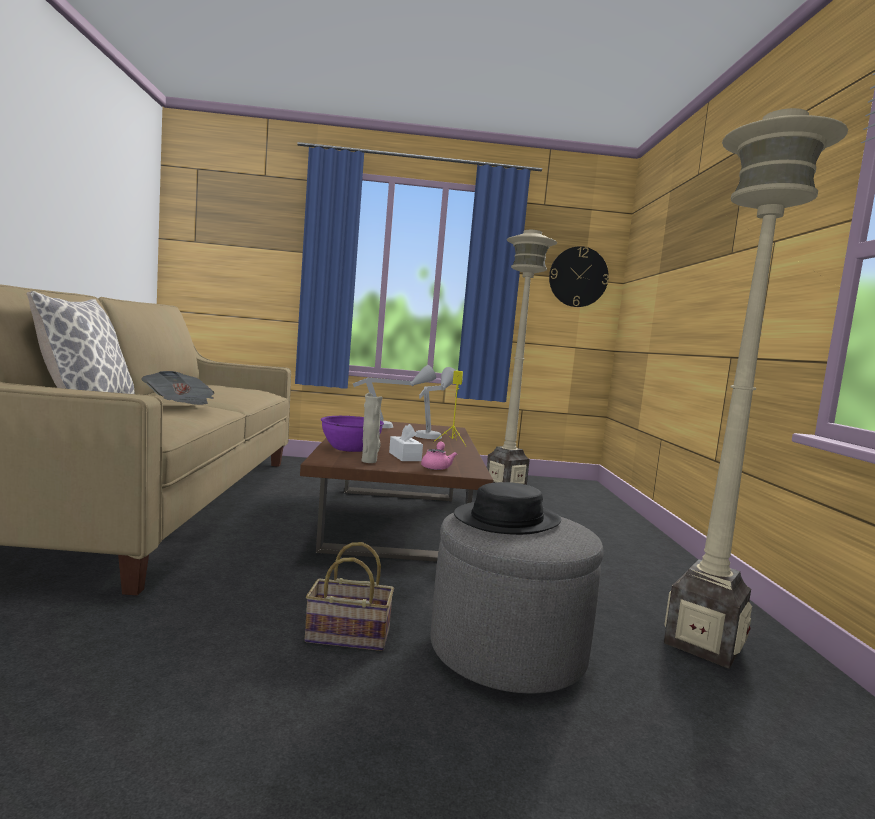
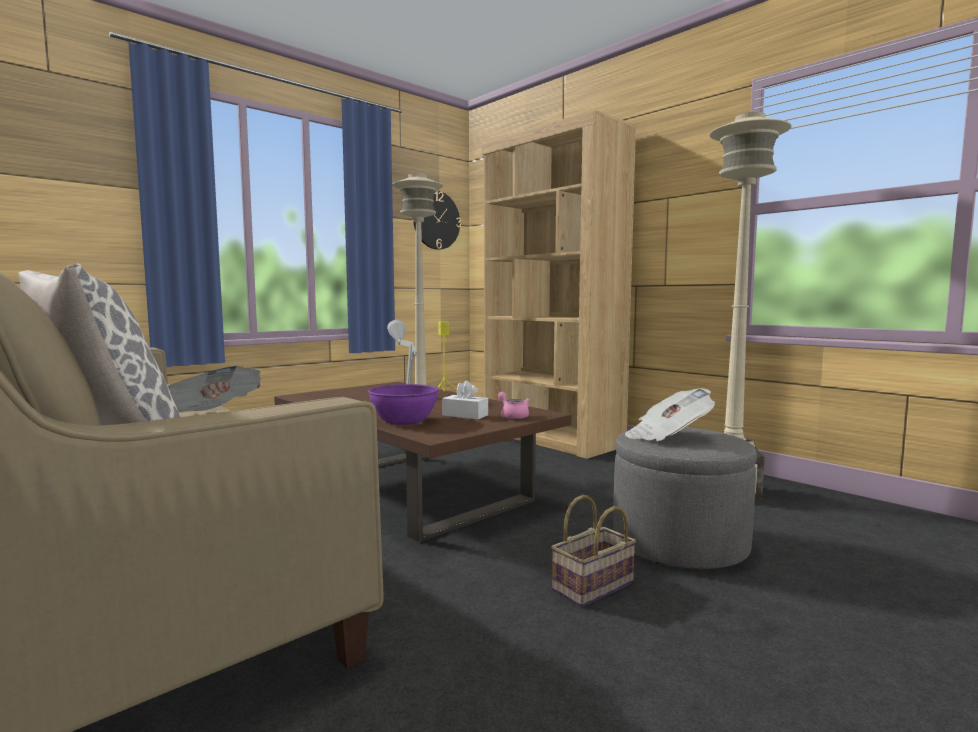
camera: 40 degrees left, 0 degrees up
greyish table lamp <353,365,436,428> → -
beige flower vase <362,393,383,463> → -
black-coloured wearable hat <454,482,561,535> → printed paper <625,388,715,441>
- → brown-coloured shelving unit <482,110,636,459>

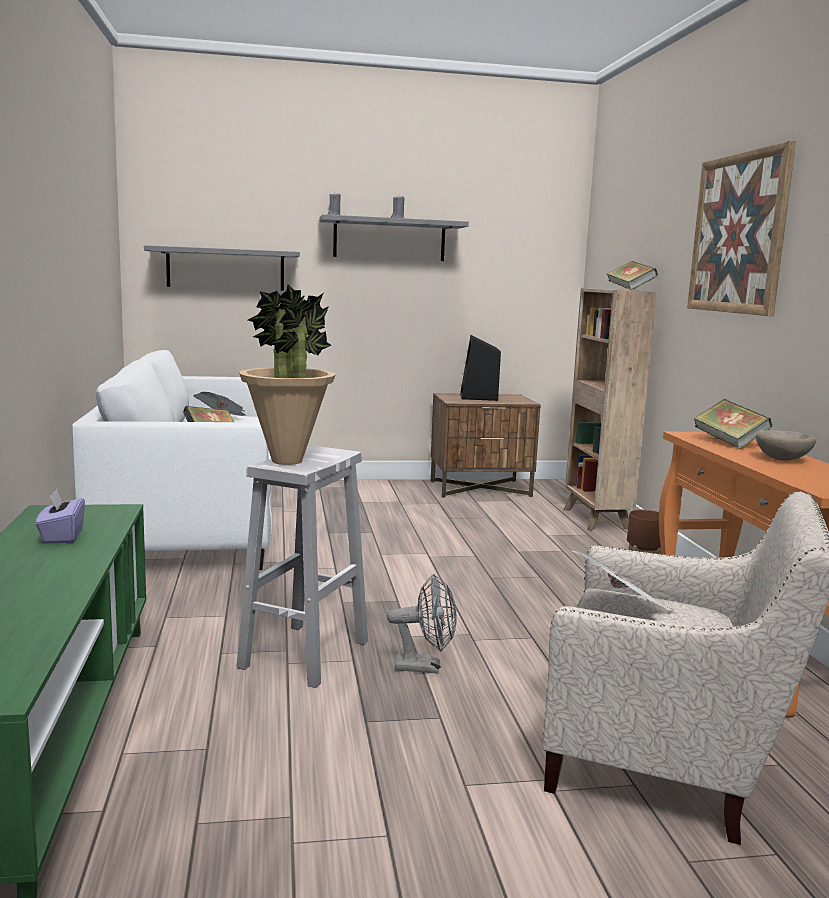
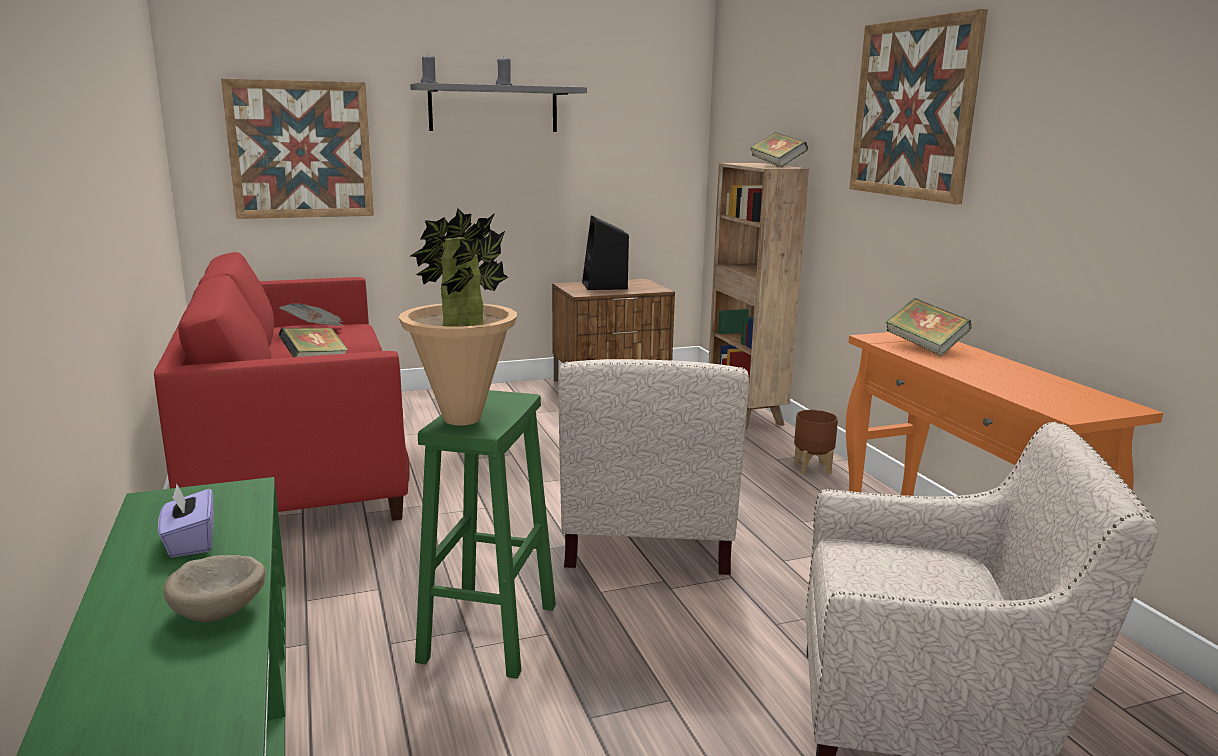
camera: 10 degrees left, 5 degrees up
white settee <72,350,273,570> → red settee <154,252,410,521>
greyish wall shelf <144,245,300,291> → picture <221,79,374,219>
white sitting stool <236,445,368,688> → green-coloured sitting stool <415,390,556,679>
greyish cooling fan <387,574,457,674> → -
printed paper <570,550,677,610> → -
beige serving bowl <756,430,816,461> → beige serving bowl <163,555,266,622>, move
- → beige easy chair <558,359,749,575>

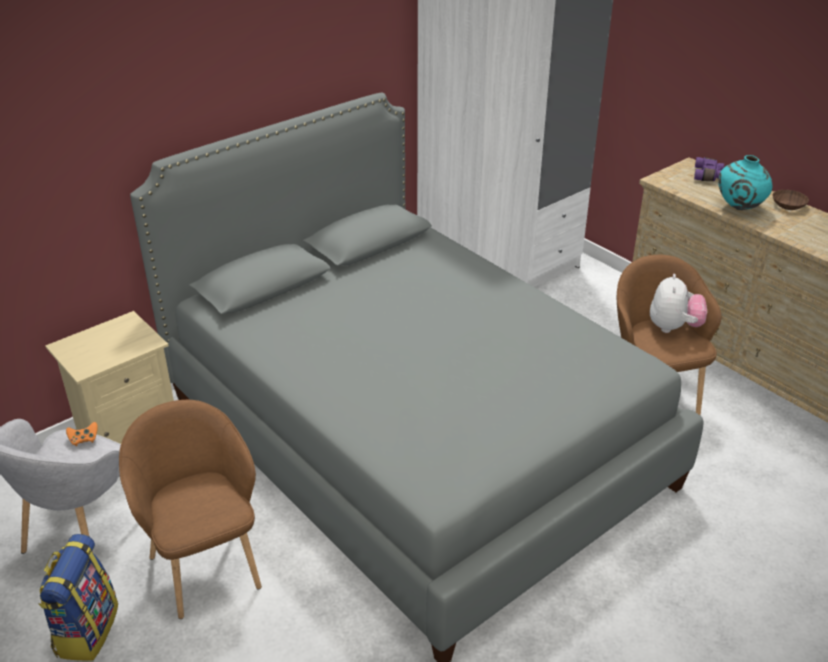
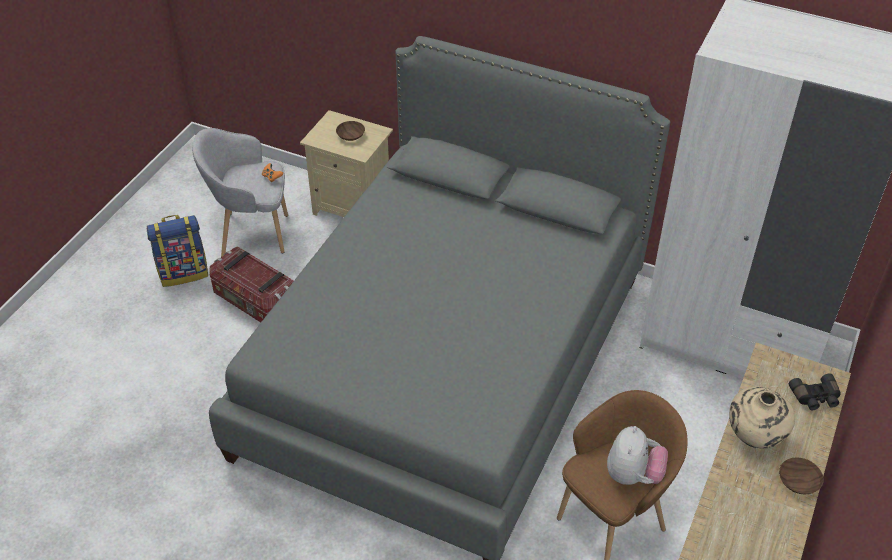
camera: 65 degrees right, 10 degrees up
brown-coloured easy chair <119,400,262,619> → storage container <209,246,294,322>
soft toy <650,274,707,333> → soft toy <607,426,668,485>, 60 degrees counterclockwise
purple pair of binoculars <694,157,724,181> → black-coloured pair of binoculars <789,373,841,410>
blue-green flower vase <718,155,772,210> → beige flower vase <729,386,795,449>
- → brown-coloured serving bowl <336,121,365,141>

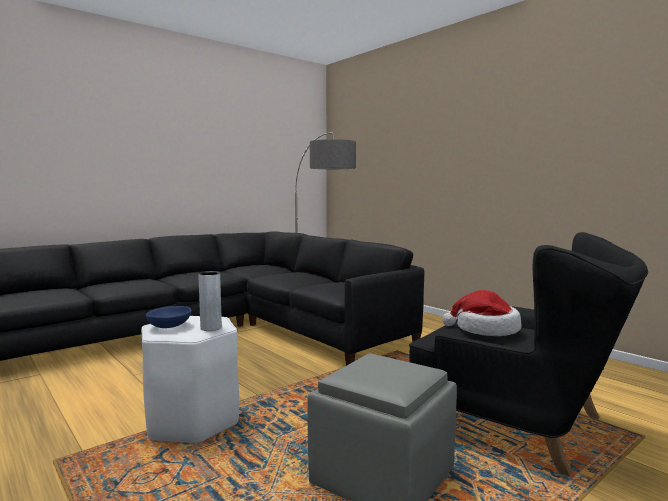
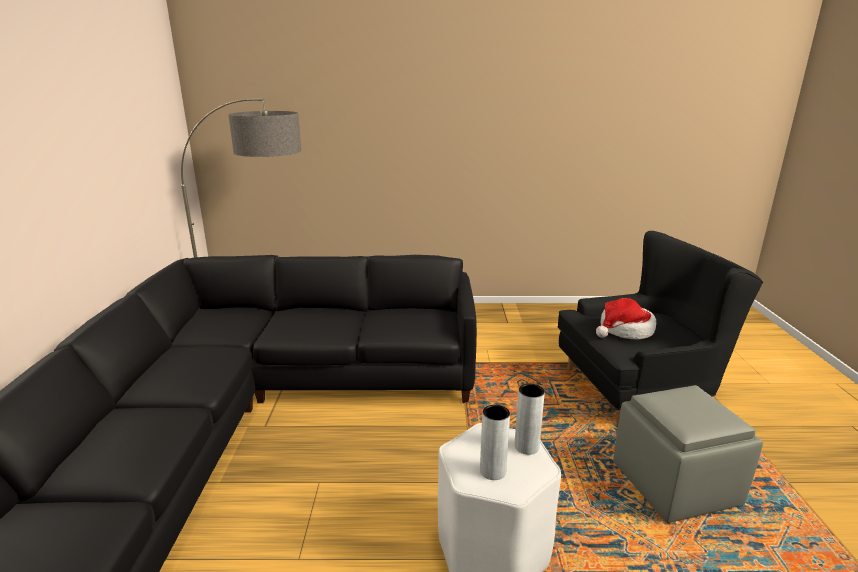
camera: 50 degrees left, 15 degrees up
blue-coloured serving bowl <146,306,192,328> → greyish flower vase <480,404,510,480>

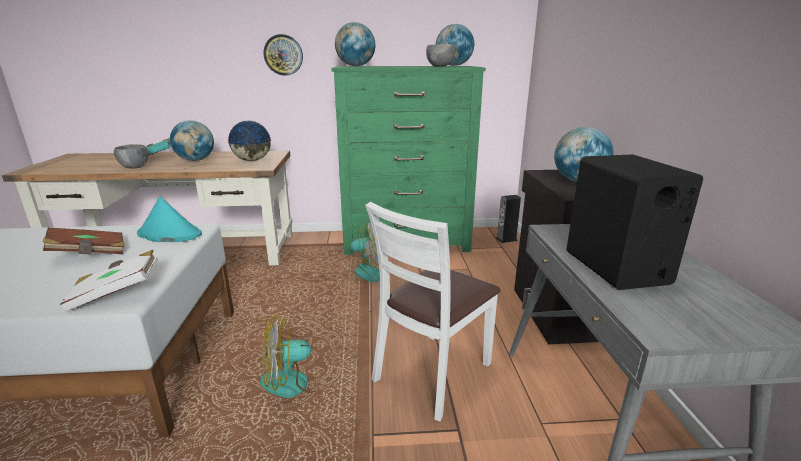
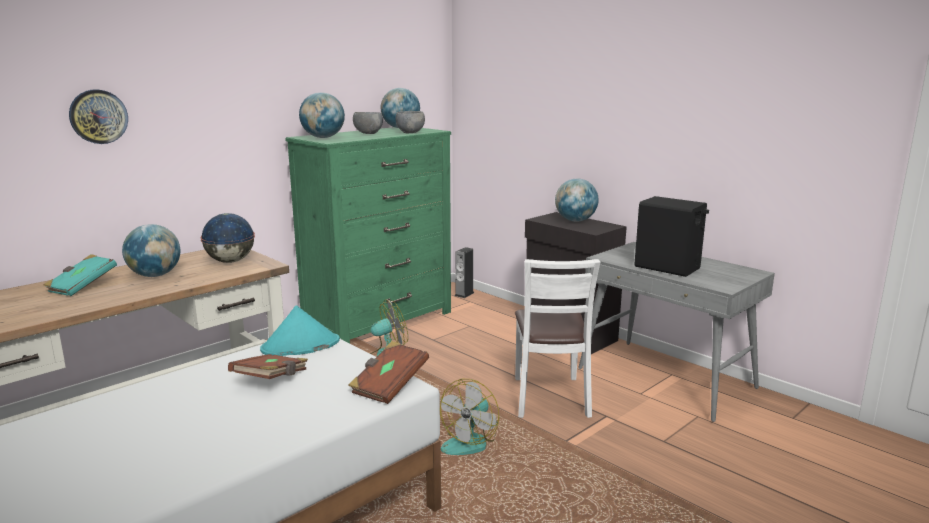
camera: 40 degrees left, 5 degrees down
white bound book <60,250,158,311> → brown-coloured bound book <348,341,429,404>
greyish serving bowl <114,144,148,169> → greyish serving bowl <353,112,383,134>, move
wall clock <264,34,303,76> → wall clock <69,89,128,144>, move

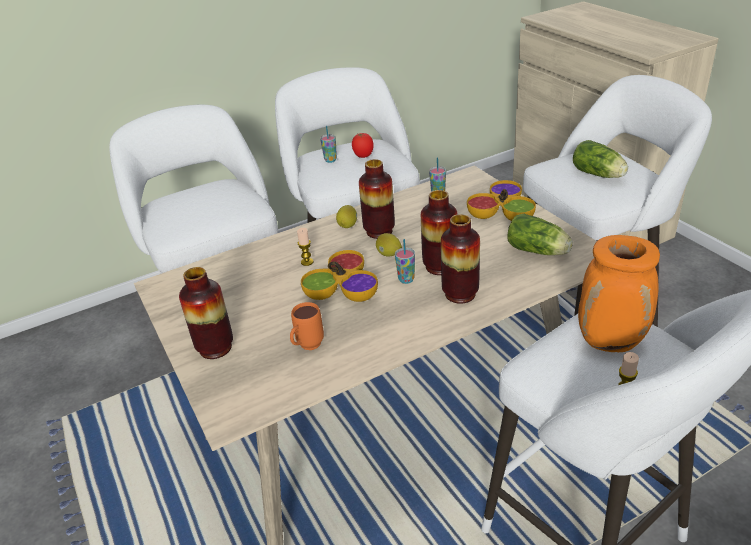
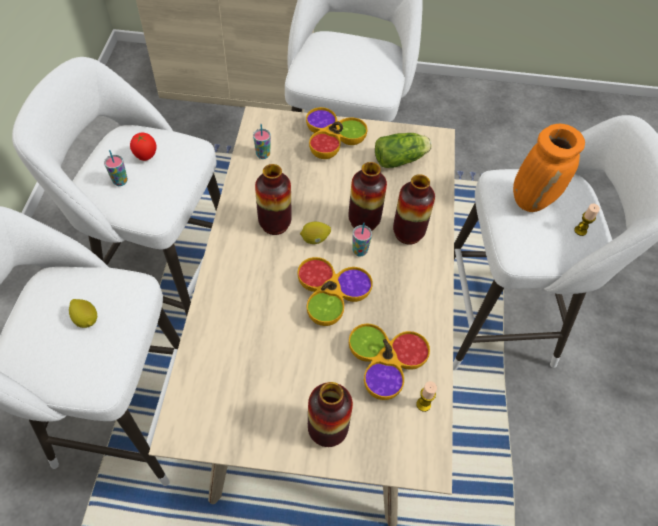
camera: 60 degrees left, 20 degrees up
orangey mug <290,302,324,350> → serving bowl <349,324,430,400>
candle <297,228,313,266> → candle <416,381,437,412>, move
citrus fruit <336,205,357,228> → citrus fruit <69,299,97,328>, move
head of lettuce <573,140,628,178> → -

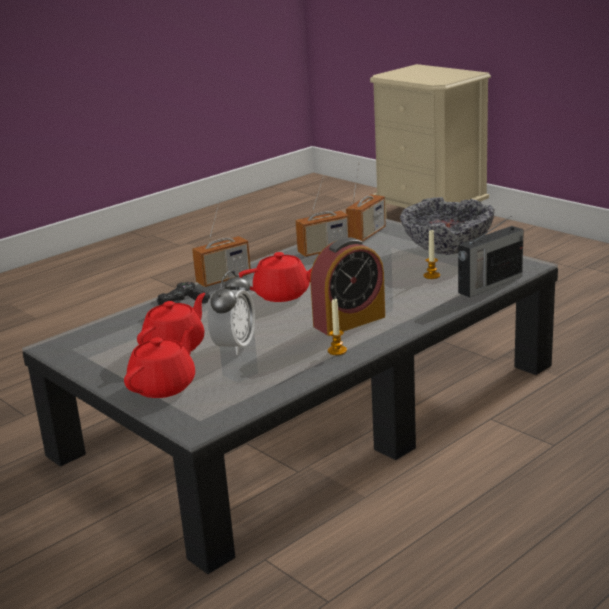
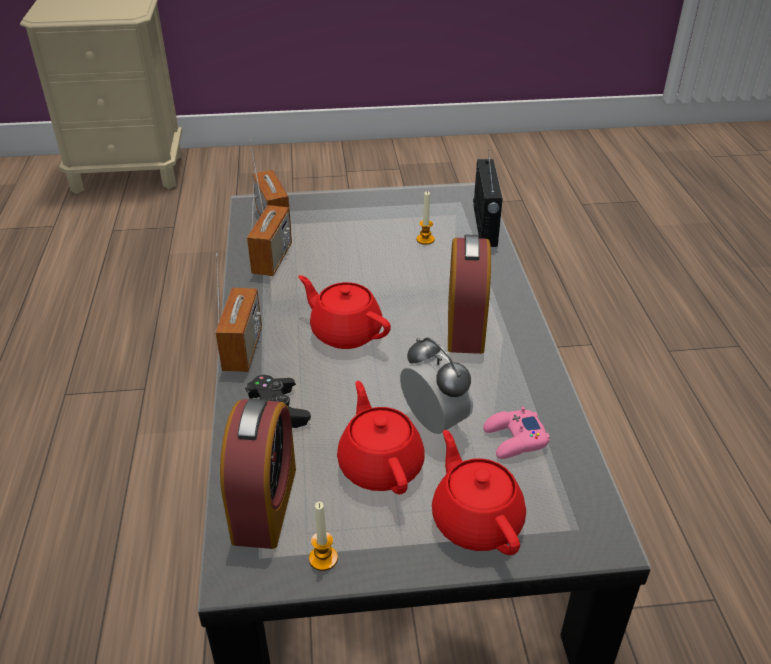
camera: 55 degrees left, 15 degrees up
red pot for tea <239,252,316,302> → red pot for tea <298,275,391,349>, 75 degrees counterclockwise
candle <328,298,347,355> → candle <309,502,338,571>, move
serving bowl <400,197,494,255> → -
- → alarm clock <220,398,296,549>
- → pink-coloured joypad <483,407,550,459>

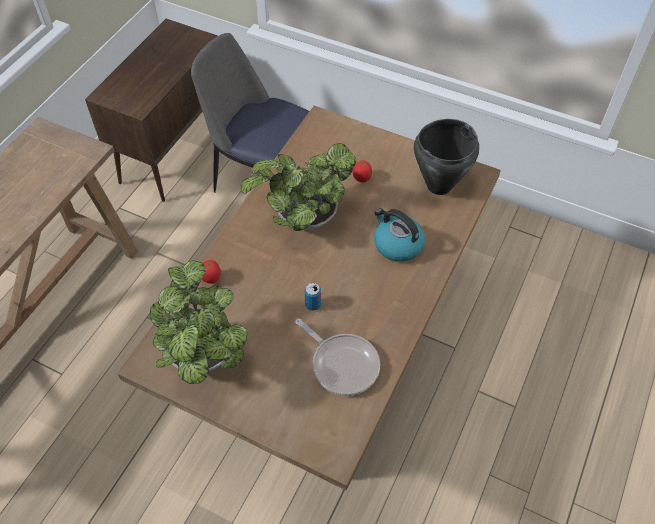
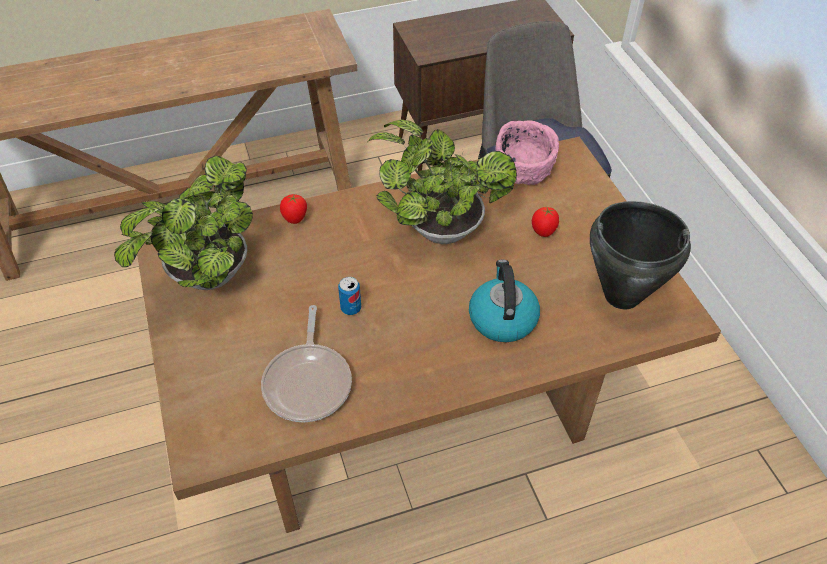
camera: 45 degrees right, 5 degrees down
- → pink-coloured serving bowl <495,120,559,185>

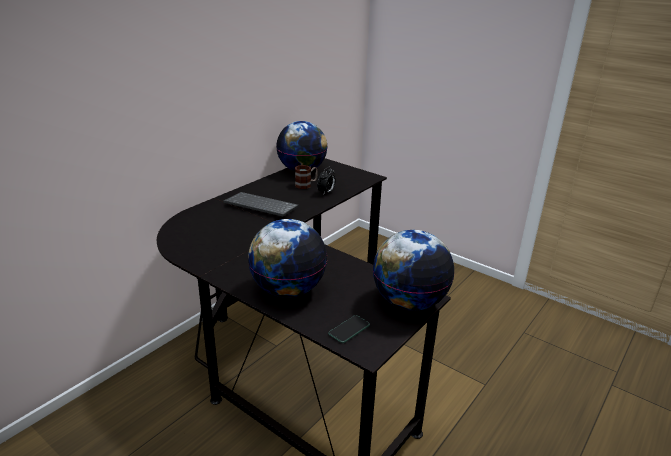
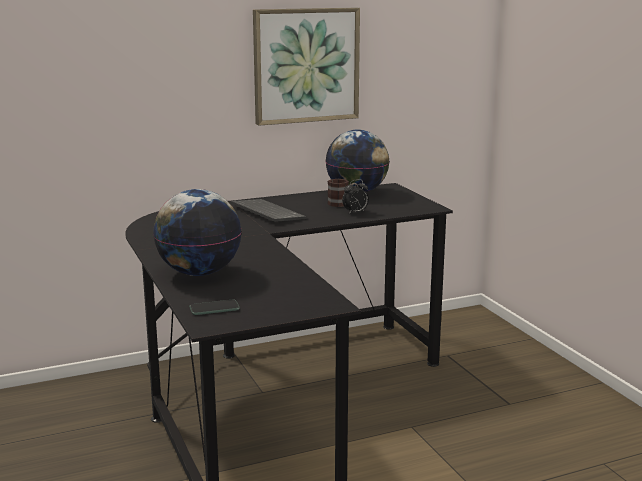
camera: 30 degrees right, 10 degrees down
world globe <373,230,455,311> → -
- → picture <253,8,360,126>

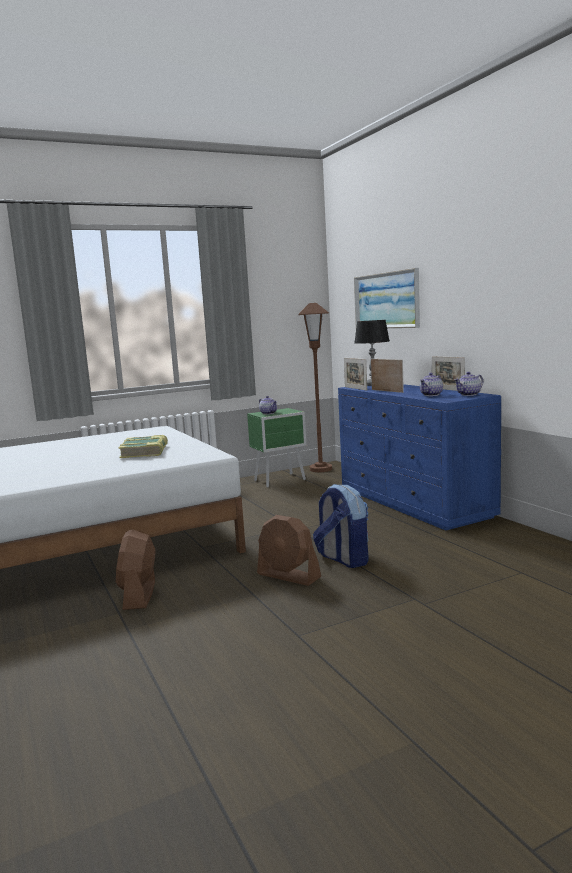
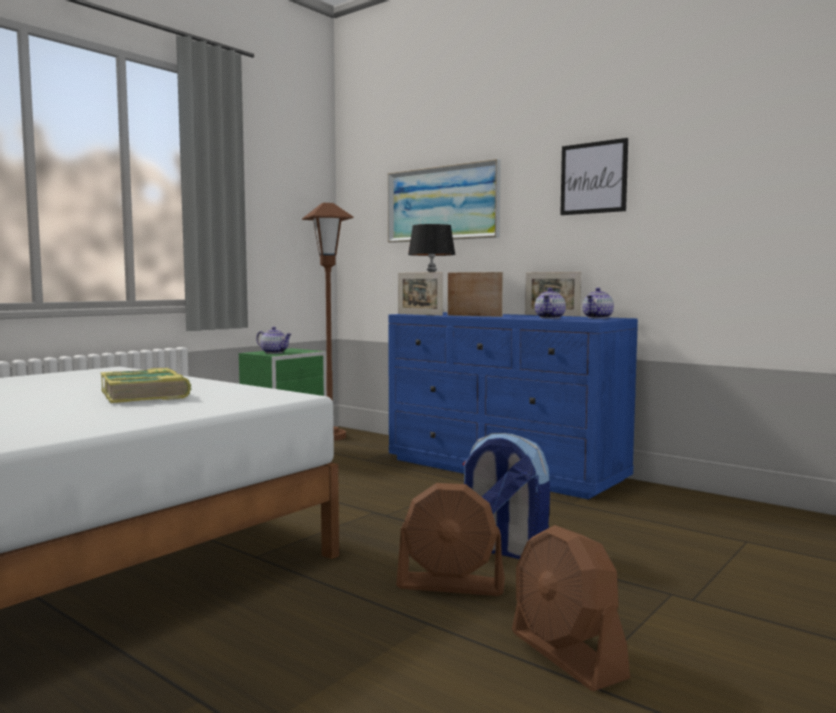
camera: 25 degrees left, 5 degrees down
brown-coloured cooling fan <116,529,156,610> → brown-coloured cooling fan <512,525,630,691>, move
- → picture <560,138,628,215>

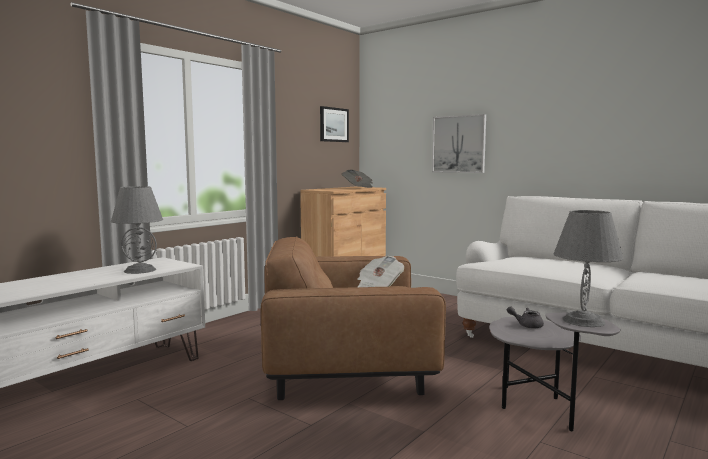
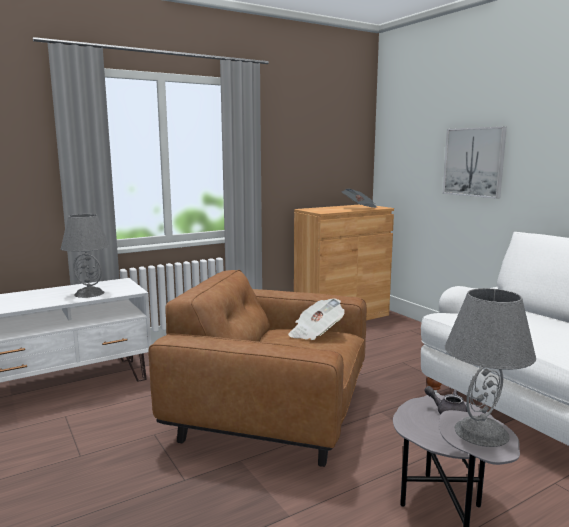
camera: 20 degrees right, 5 degrees up
picture <320,106,349,142> → -

